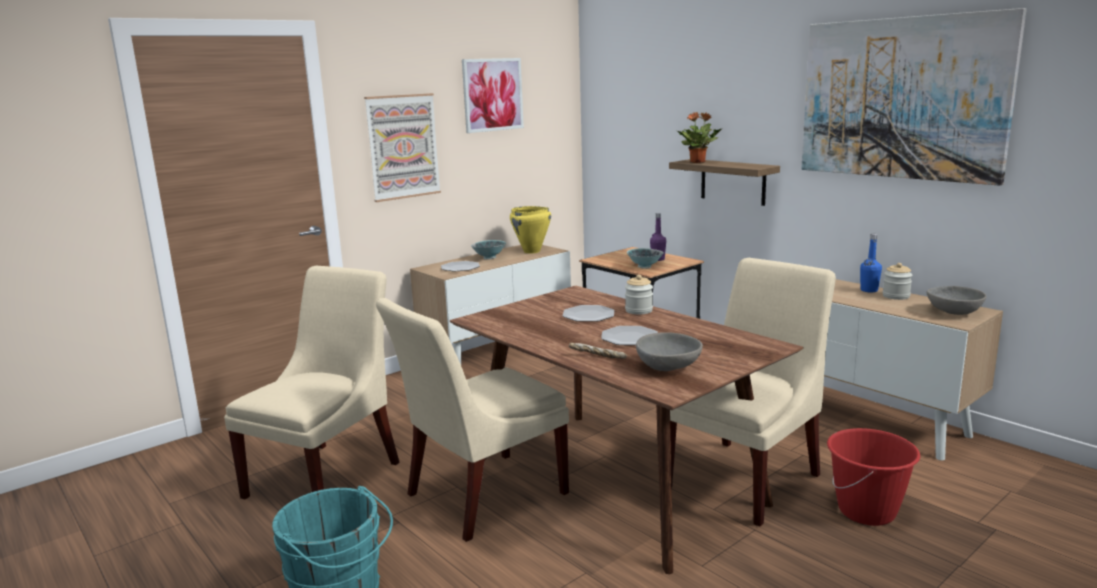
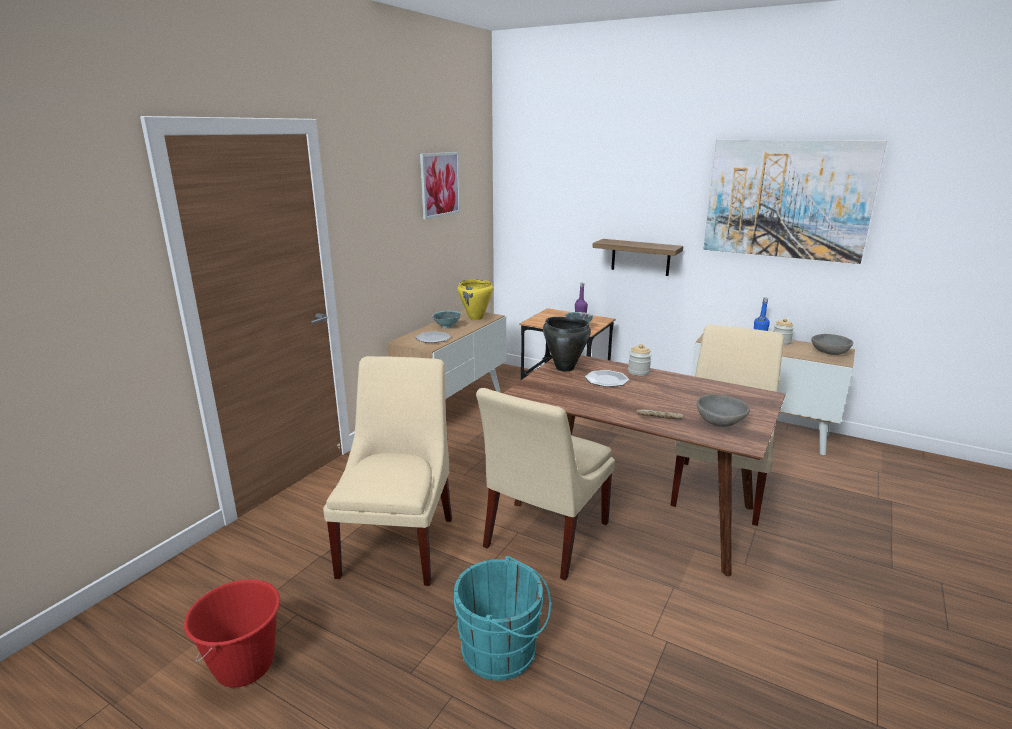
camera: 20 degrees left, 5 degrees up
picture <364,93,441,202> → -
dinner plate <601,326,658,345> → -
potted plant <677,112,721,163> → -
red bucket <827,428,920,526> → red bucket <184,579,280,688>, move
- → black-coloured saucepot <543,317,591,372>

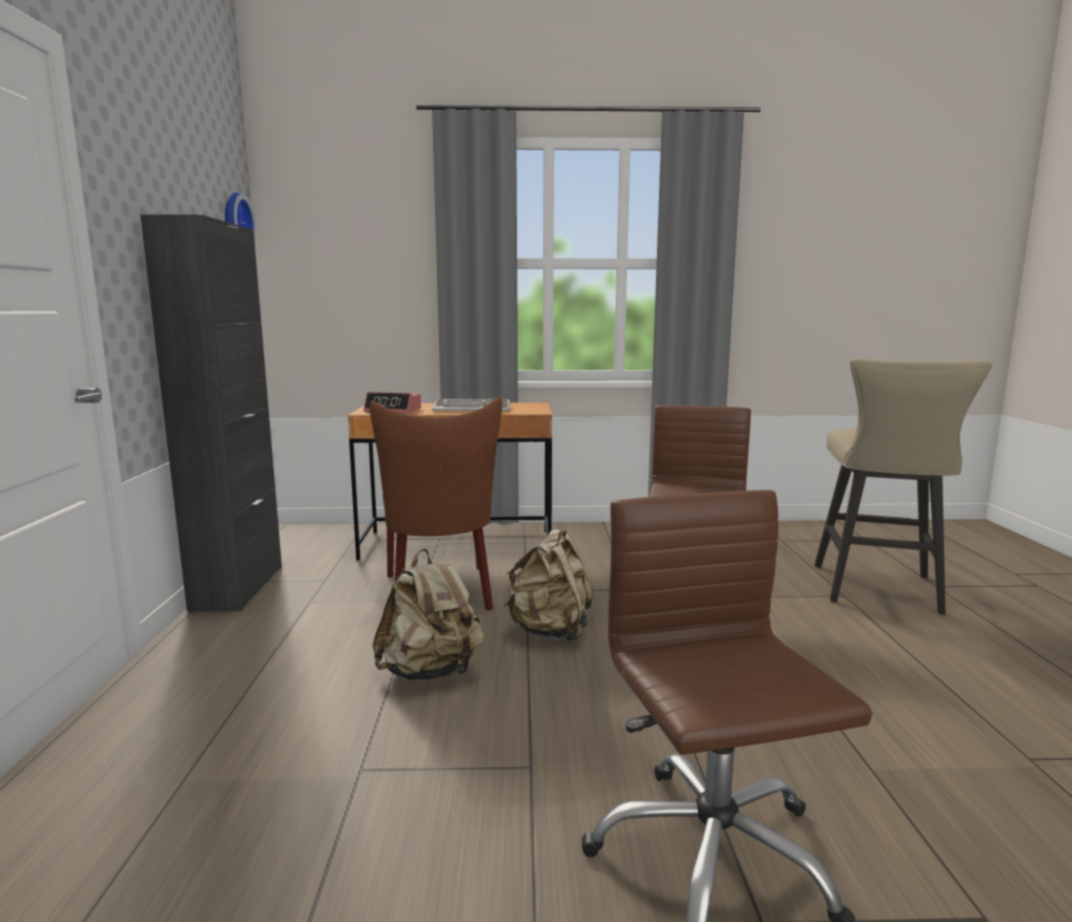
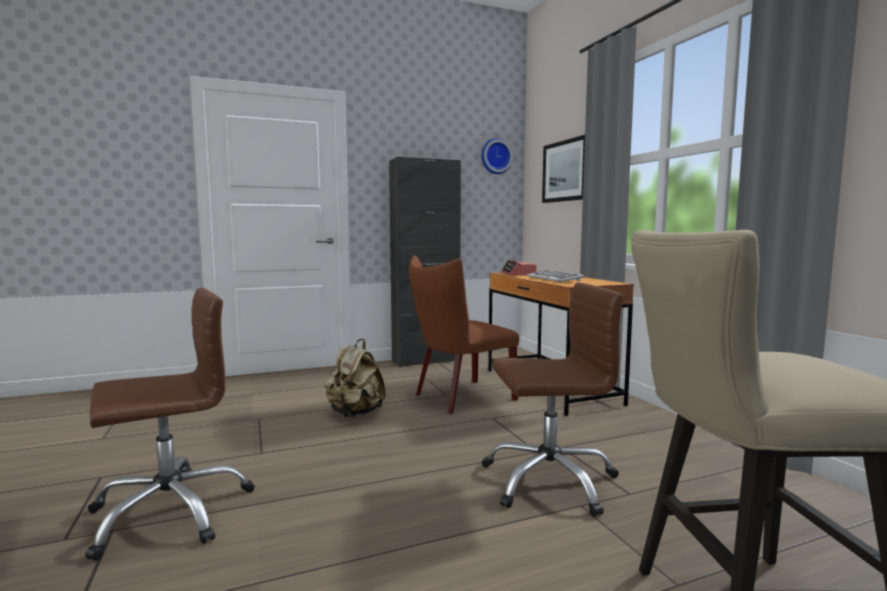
camera: 70 degrees right, 5 degrees down
beige backpack <503,529,593,642> → -
- → picture <542,135,585,203>

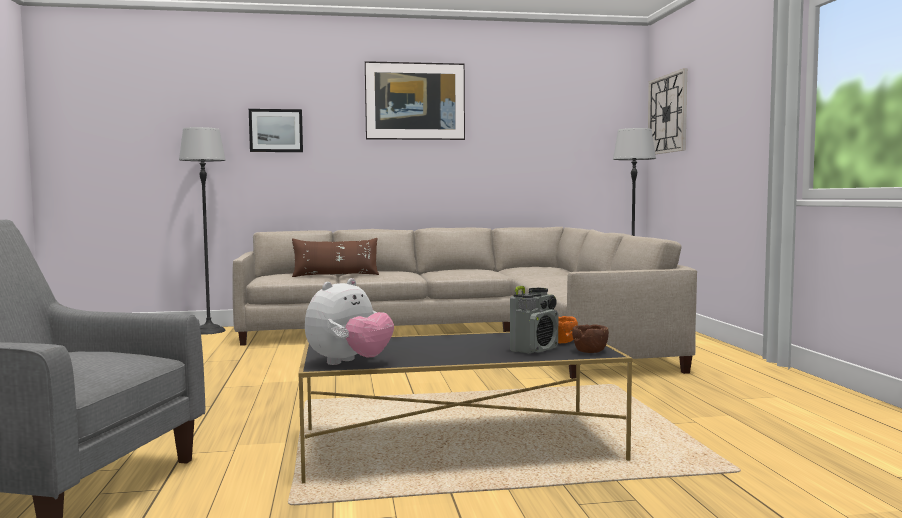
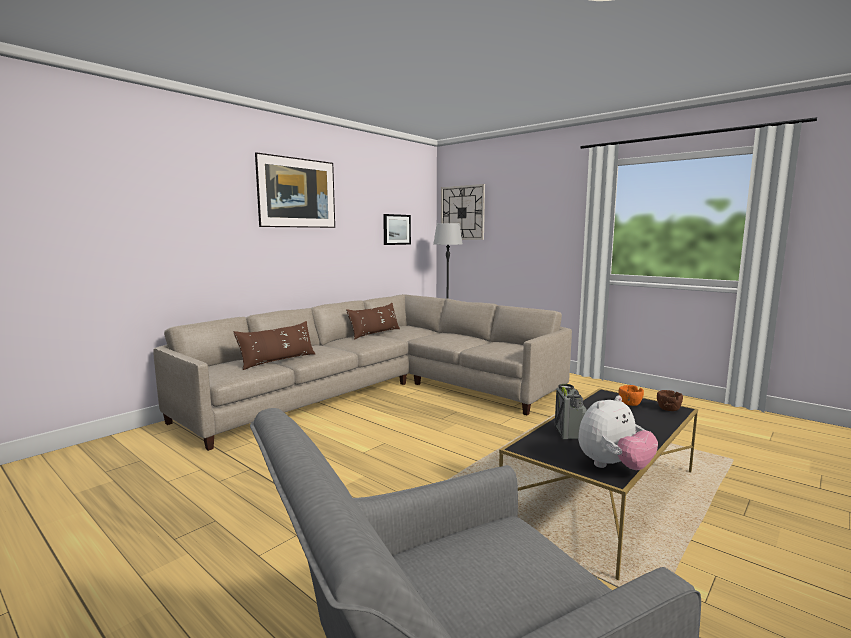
camera: 40 degrees left, 5 degrees up
standard lamp <179,127,226,335> → -
picture <249,109,303,152> → picture <383,214,411,245>, move
soft toy <305,278,394,365> → soft toy <578,395,658,470>, 60 degrees clockwise
radio <510,286,558,354> → radio <555,384,587,440>, move
- → brown-coloured pillow <346,303,400,340>

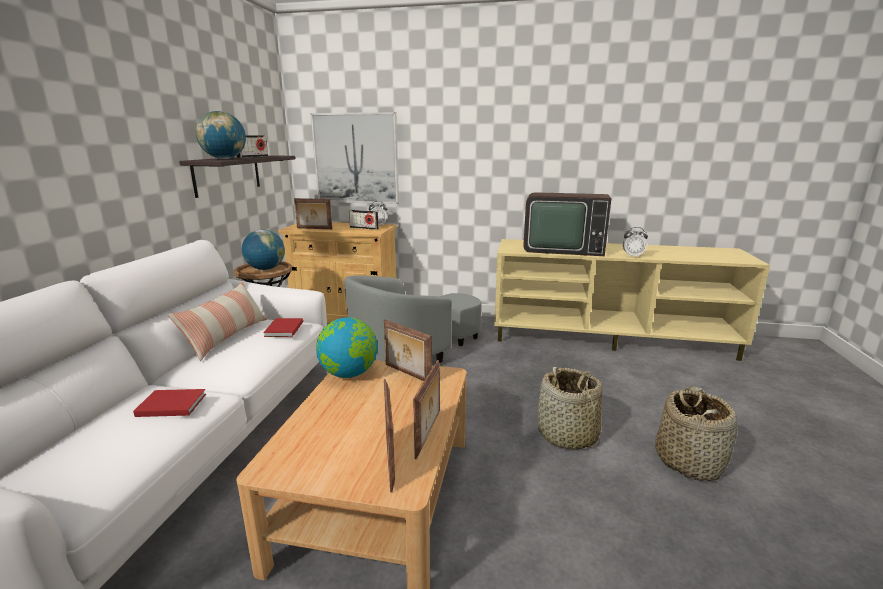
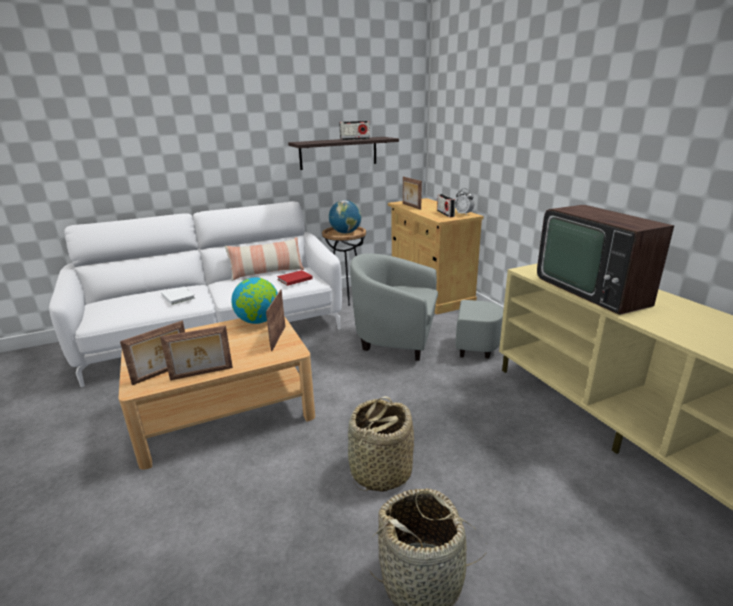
camera: 55 degrees right, 5 degrees up
red bound book <133,389,206,417> → white bound book <161,287,195,305>
world globe <196,111,246,159> → -
picture <310,112,399,204> → -
alarm clock <623,227,648,257> → -

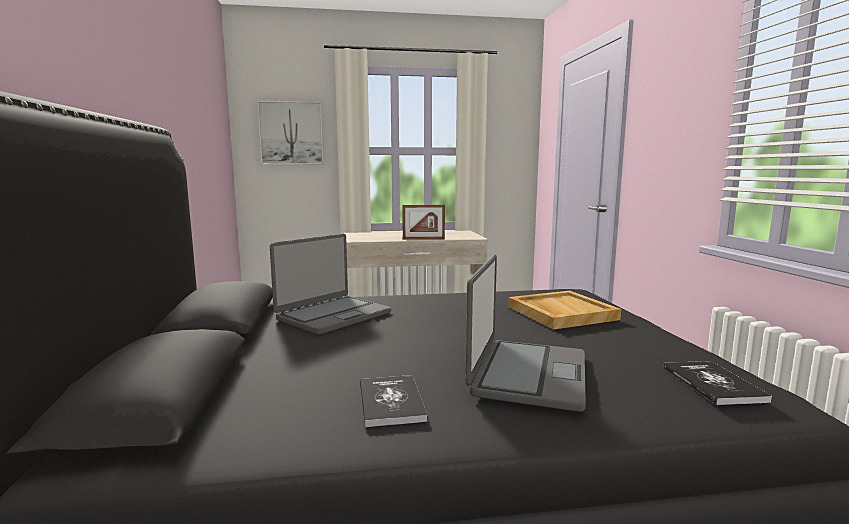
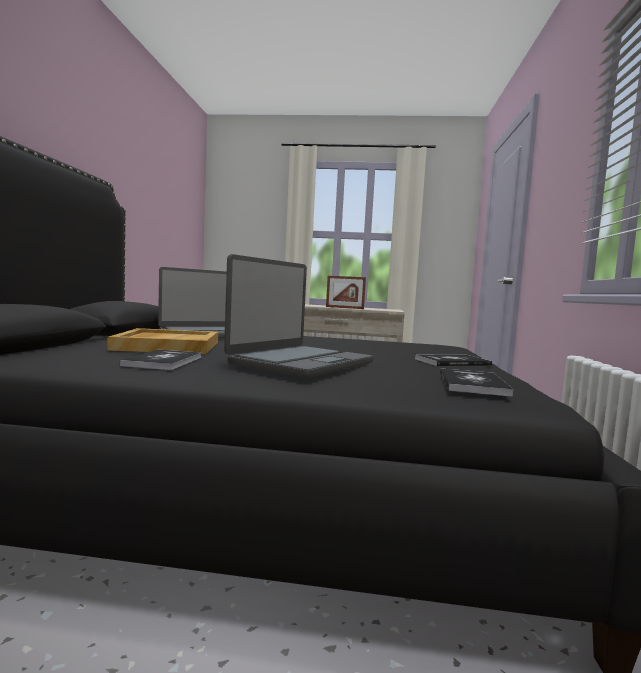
camera: 15 degrees right, 5 degrees down
picture <257,100,324,165> → -
beige tray <508,291,621,330> → beige tray <107,328,218,354>, move
- → bound book <415,355,492,366>

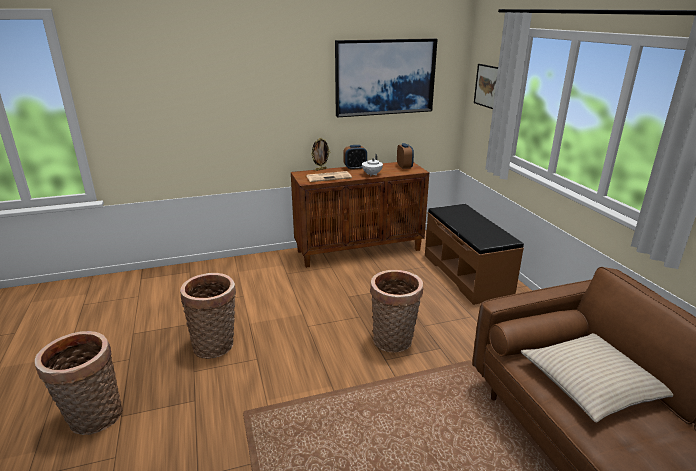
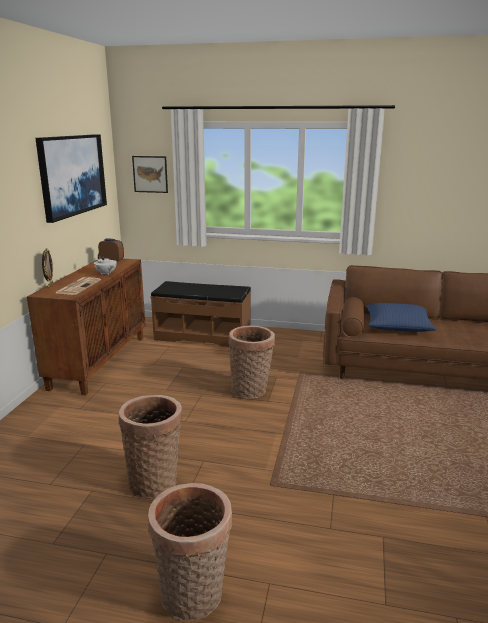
camera: 60 degrees left, 5 degrees down
alarm clock <343,145,367,170> → -
beige pillow <521,333,673,423> → blue-coloured pillow <366,303,437,332>

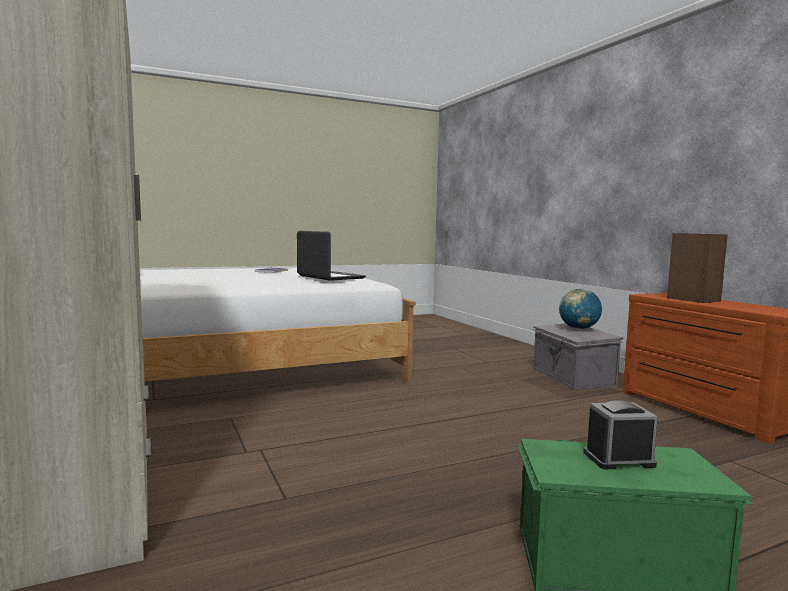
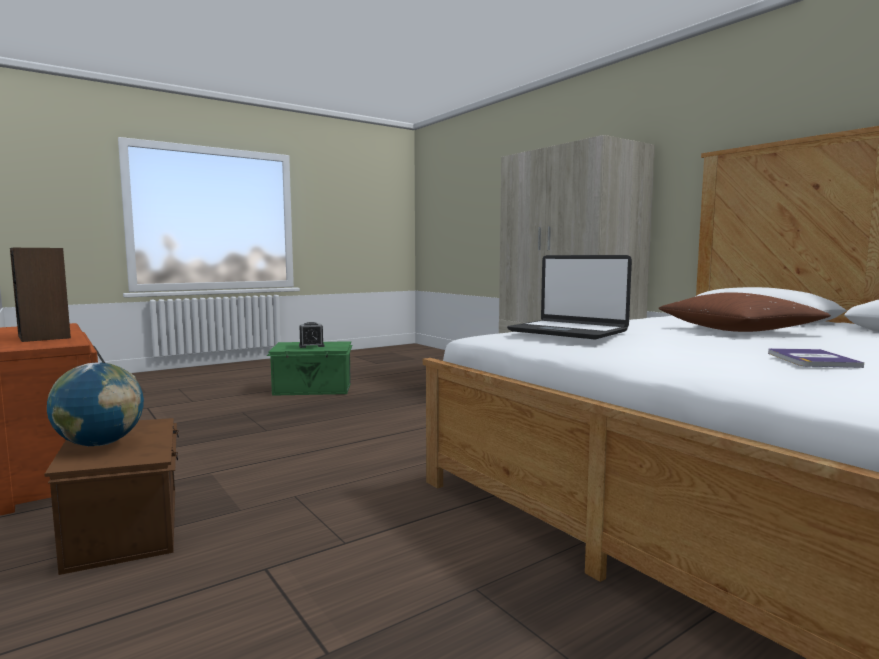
camera: 170 degrees right, 0 degrees up
greyish storage container <531,324,623,390> → brown-coloured storage container <45,418,179,575>
- → brown-coloured pillow <659,292,831,332>

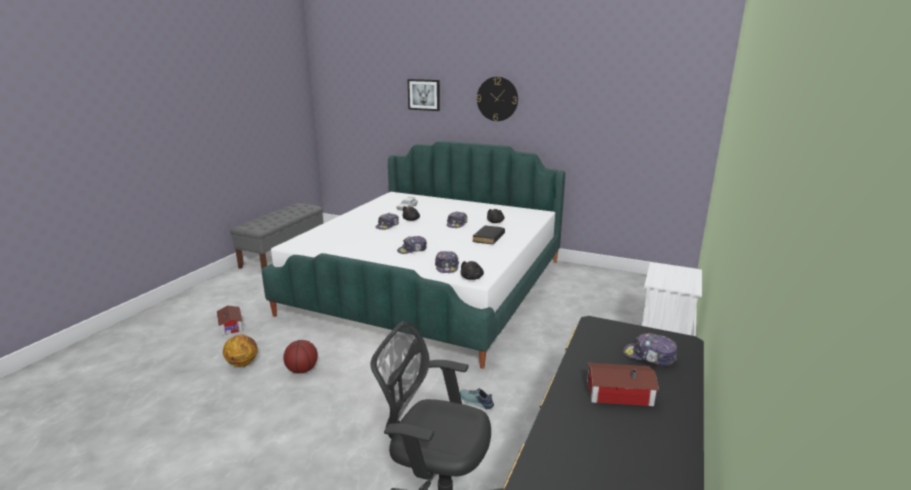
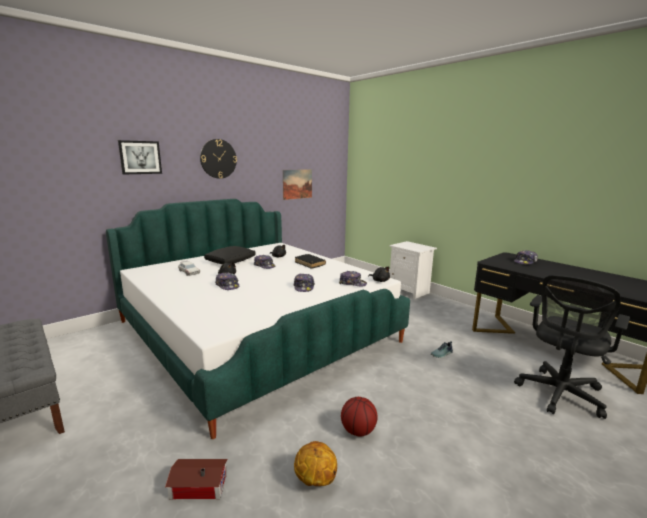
camera: 65 degrees left, 5 degrees down
model house <587,363,659,406> → -
- → black-coloured pillow <204,246,256,264>
- → picture <283,169,312,200>

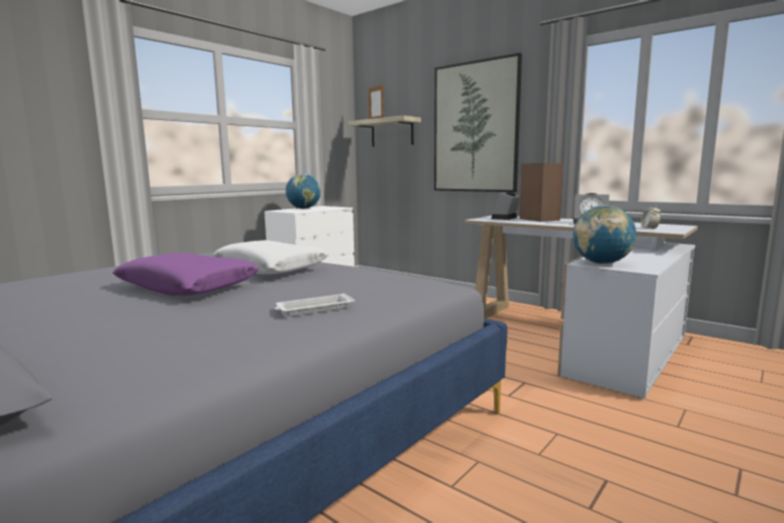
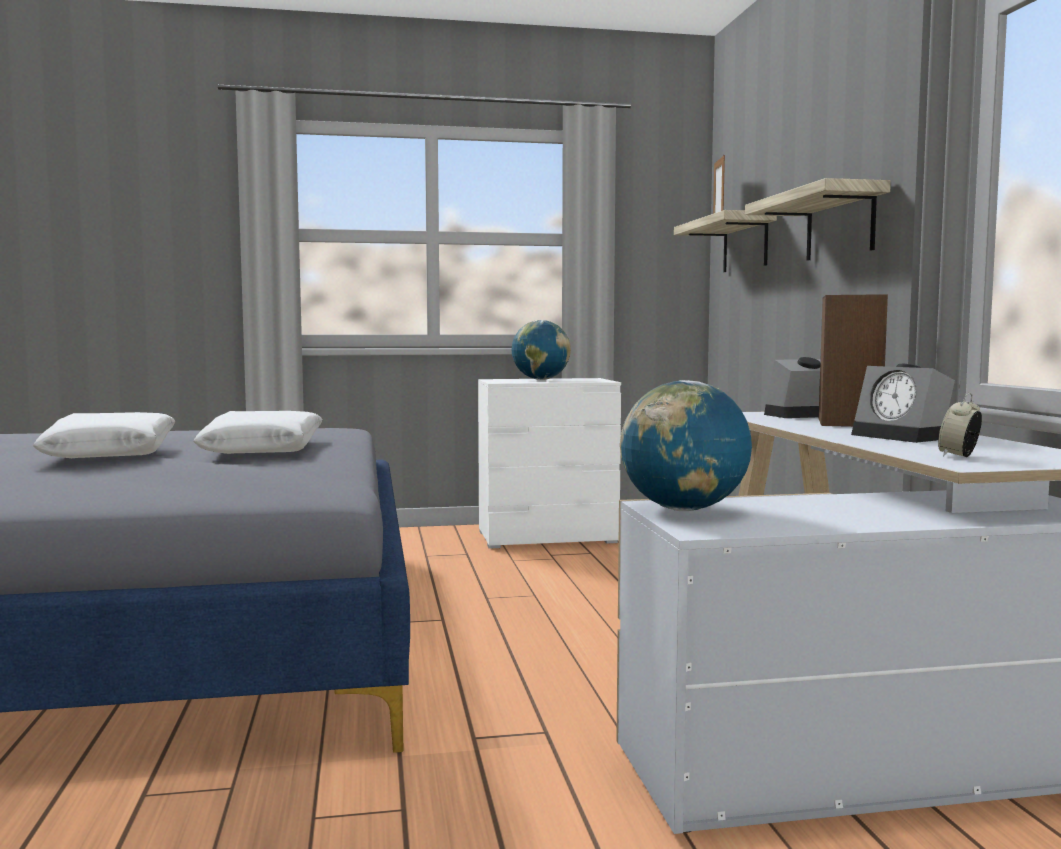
camera: 40 degrees right, 5 degrees down
purple pillow <113,253,259,296> → white pillow <33,412,175,458>
white tray <275,293,355,316> → -
picture <434,53,522,192> → wall shelf <745,178,891,261>

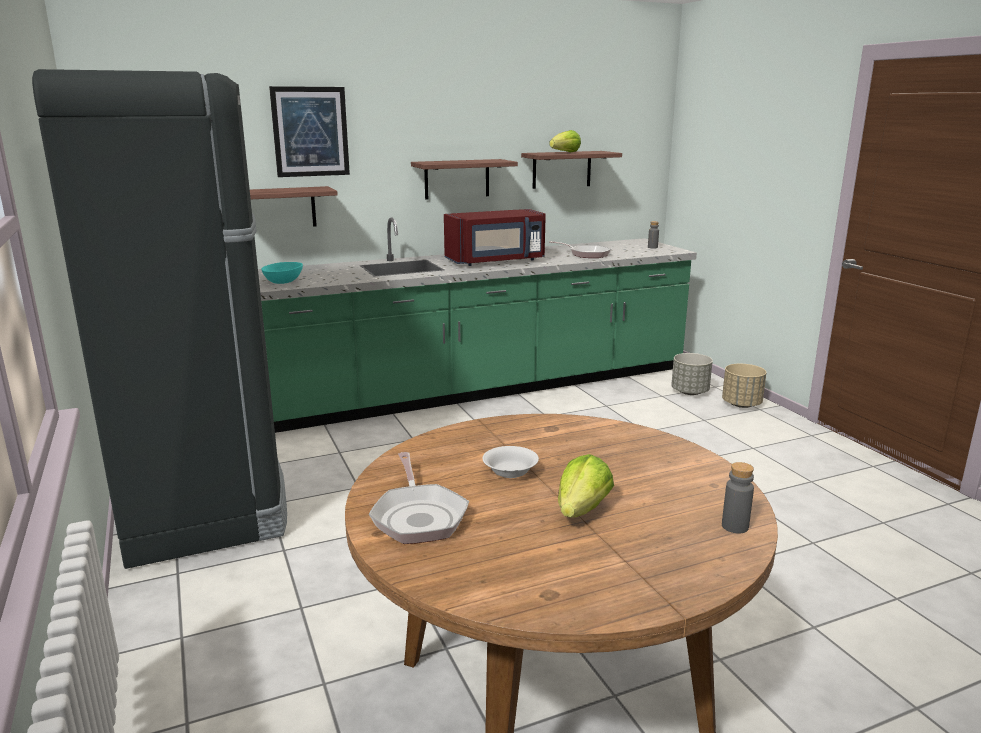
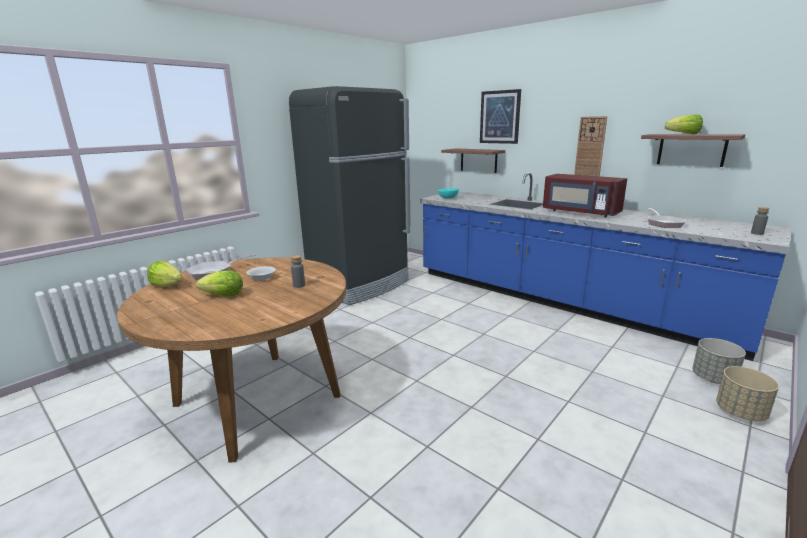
camera: 65 degrees right, 0 degrees up
green-coloured kitchen counter <258,217,697,433> → blue-coloured kitchen counter <420,172,791,361>
wall shelf <411,159,518,199> → wall clock <574,116,607,176>
greyish beverage bottle <722,462,754,533> → greyish beverage bottle <291,255,305,288>, move
- → head of lettuce <147,261,183,287>

